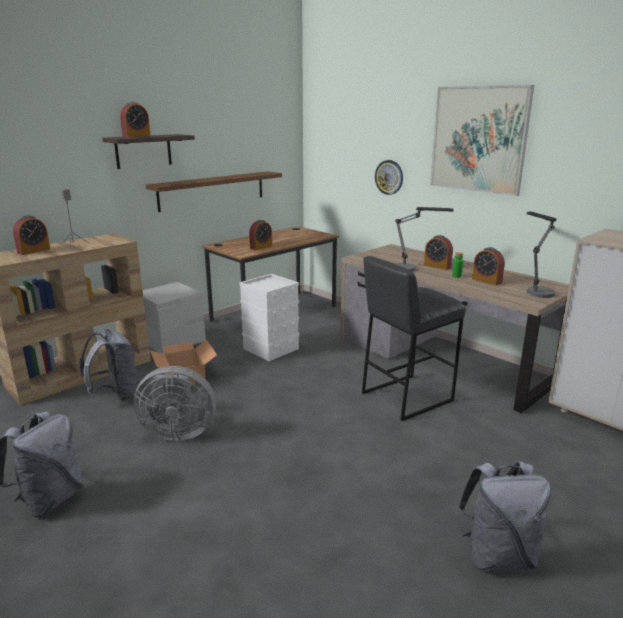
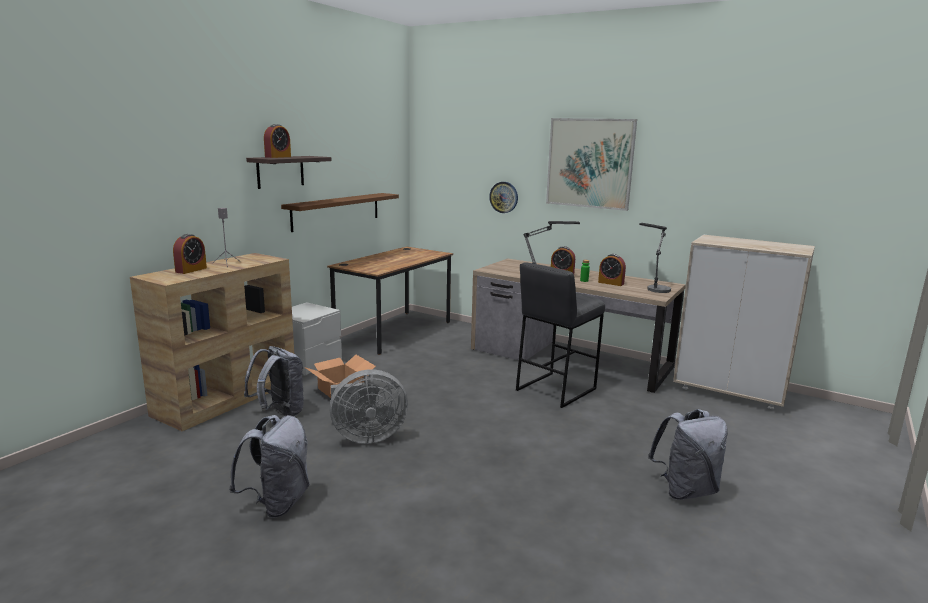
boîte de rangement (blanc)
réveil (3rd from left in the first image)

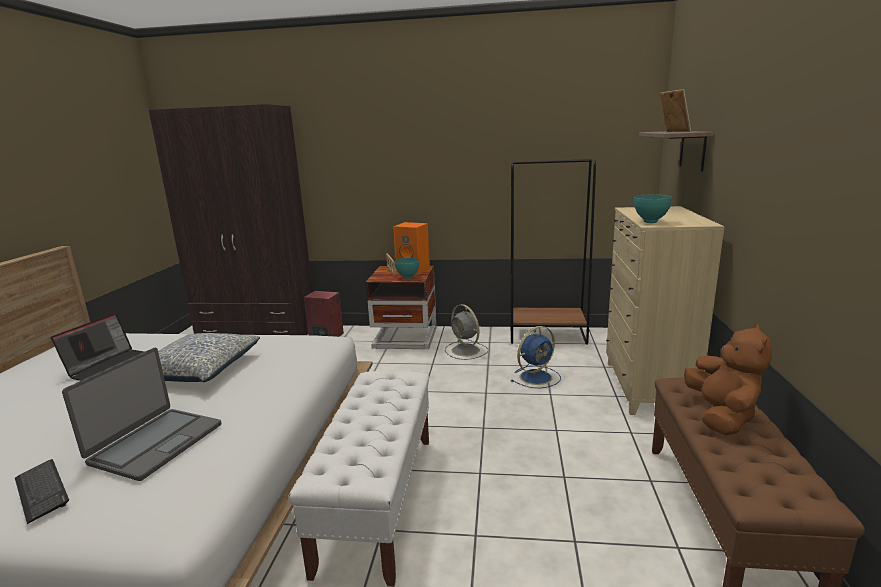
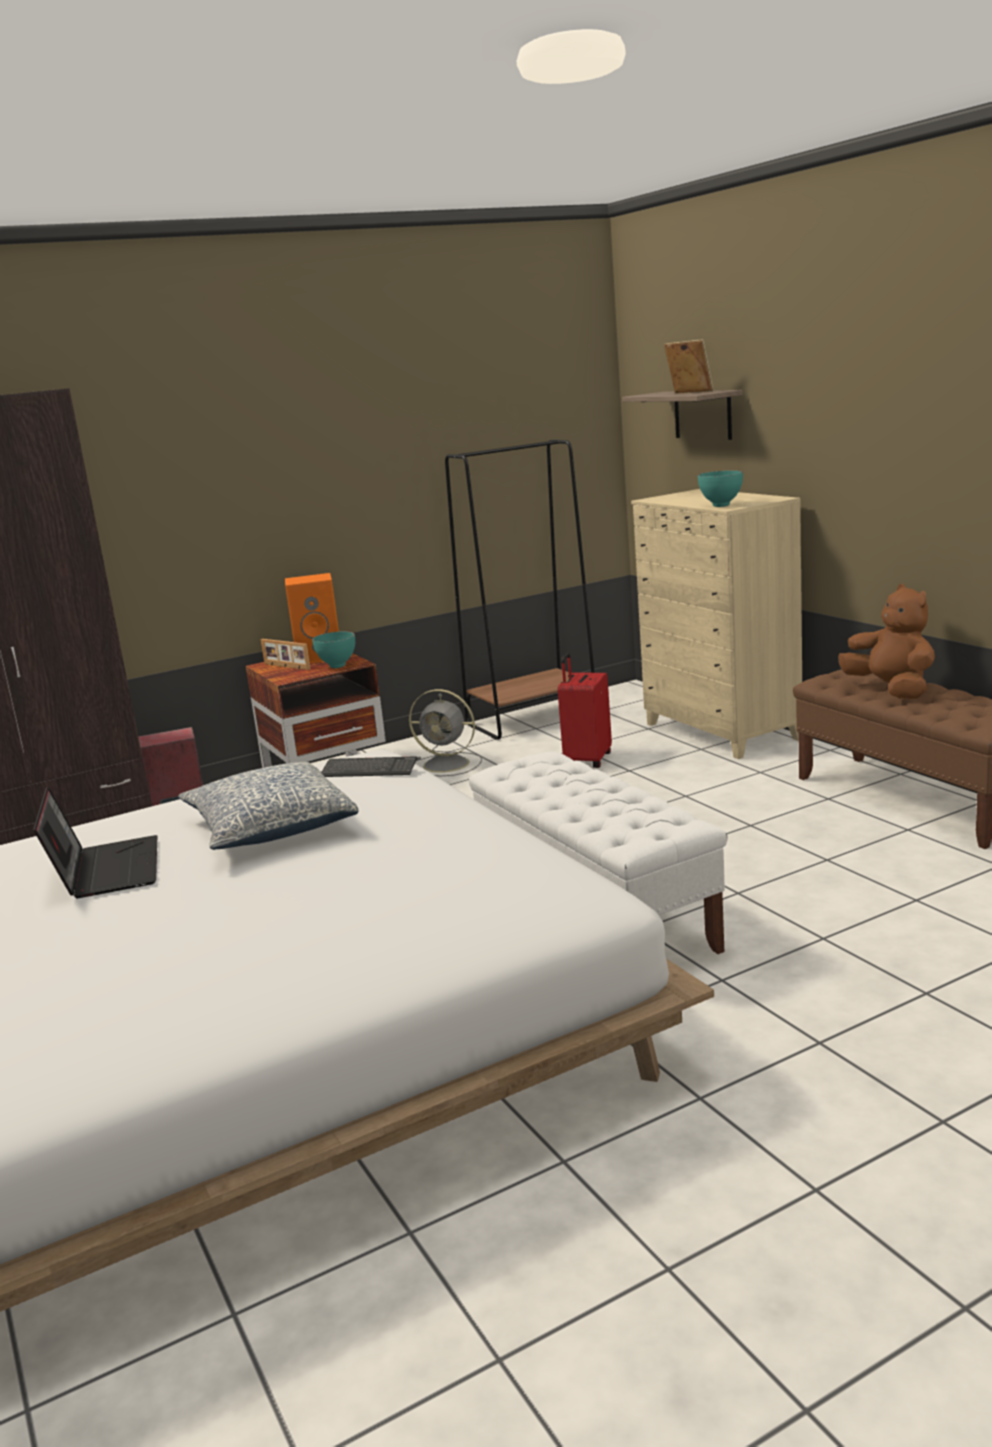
ordinateur portable (2nd from left in the first image)
clavier
valise (rouge)

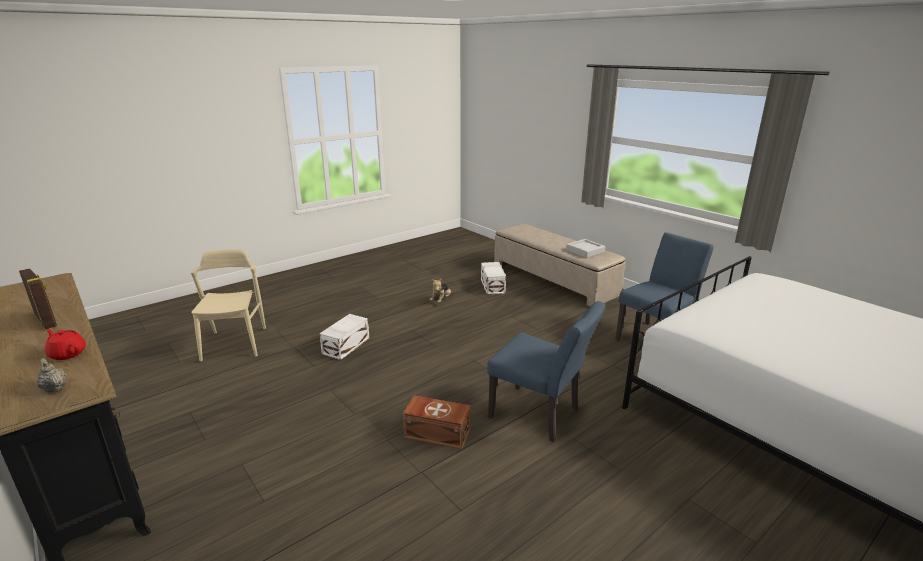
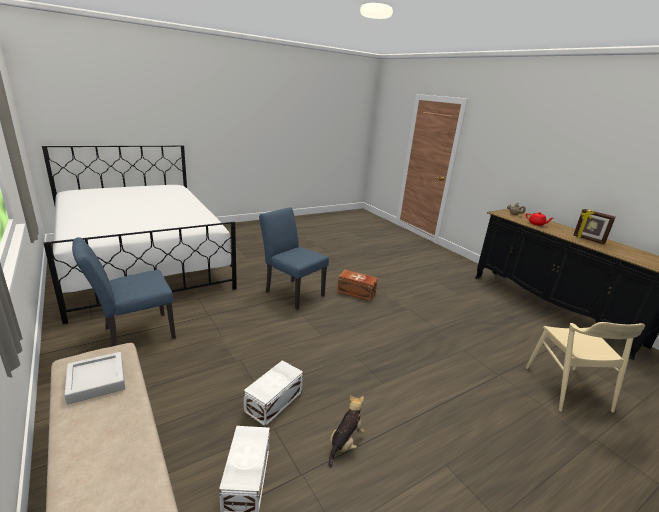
boîte de rangement (blanc) (2nd from left)

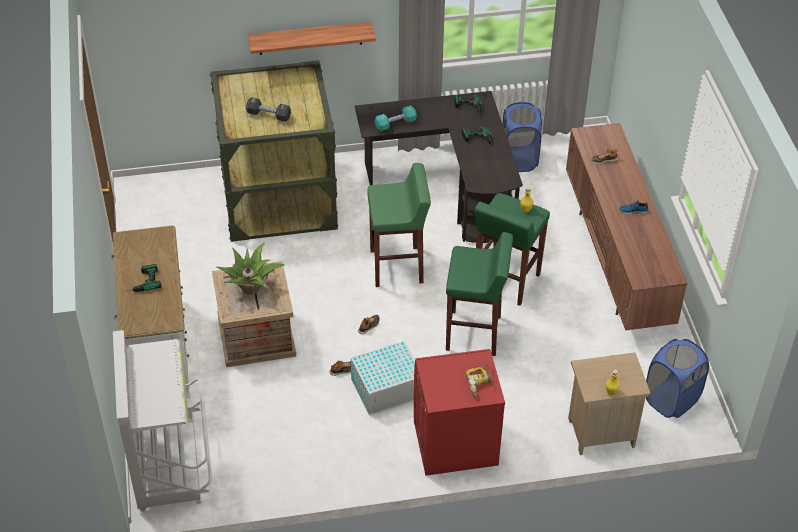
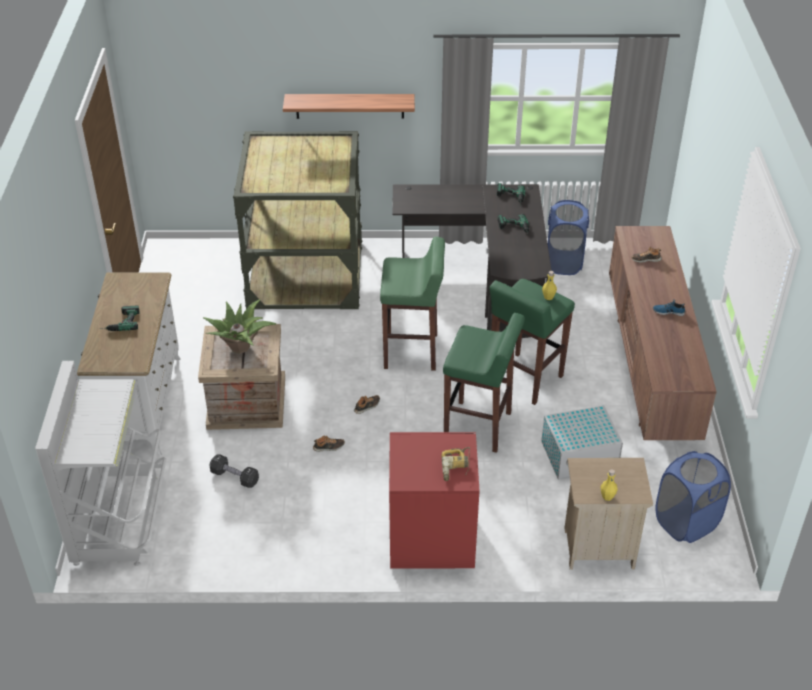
haltère (turquoise)
haltère (noir)
boîte de rangement (blanc)

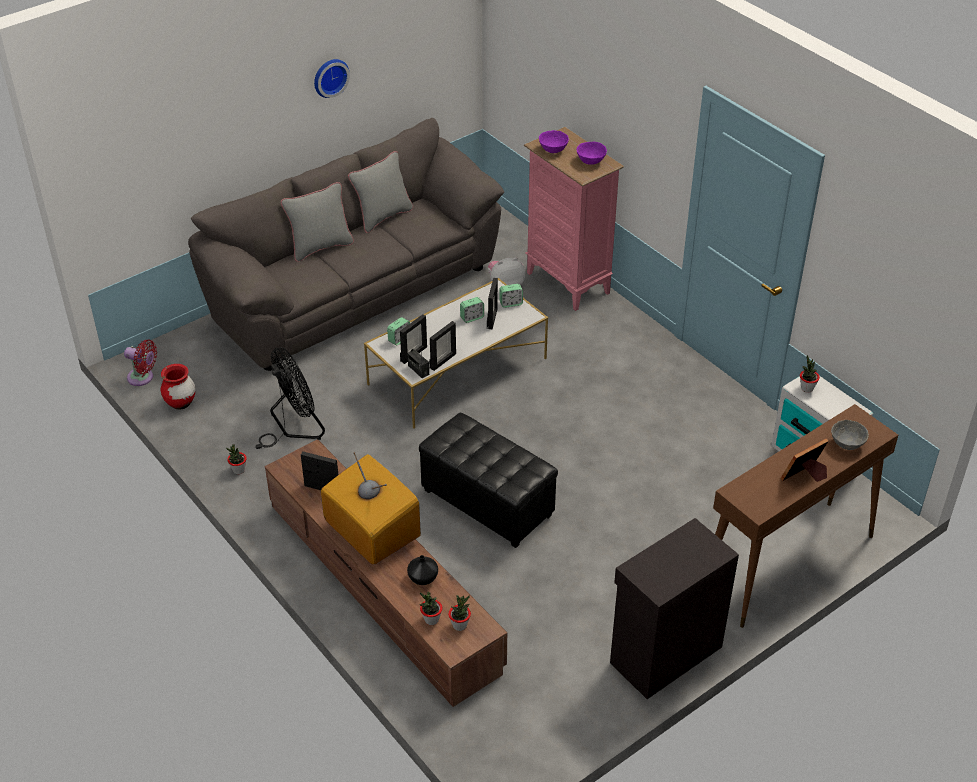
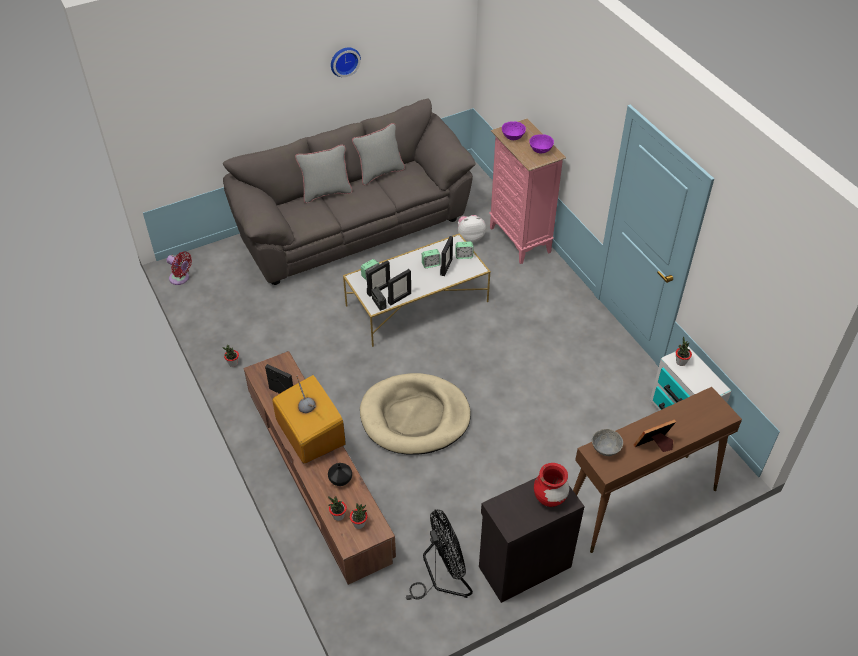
vase (rouge)
ventilateur (noir)
bol (gris)
panier pour chien (beige)

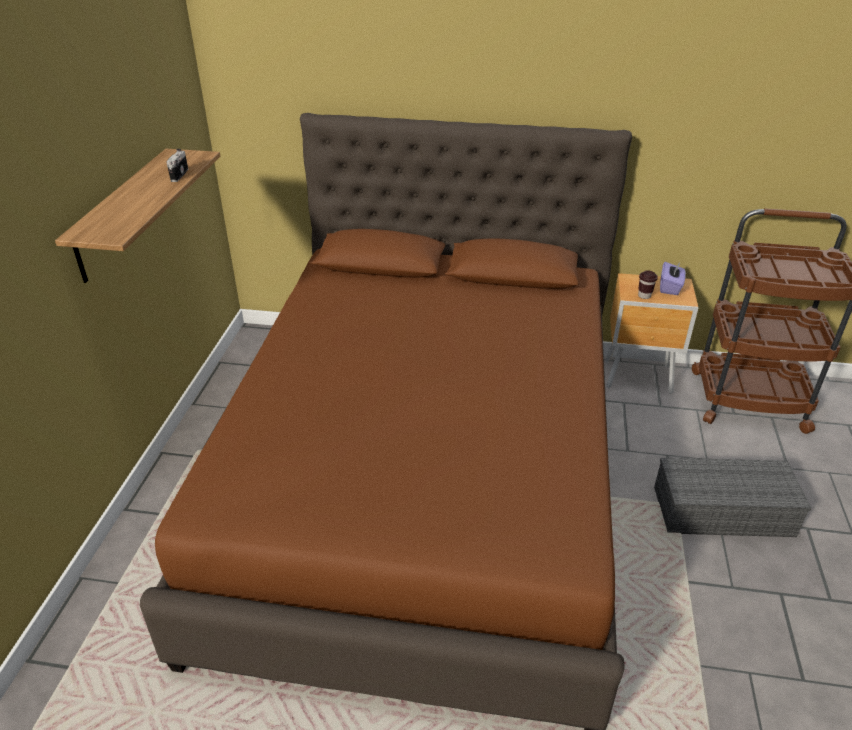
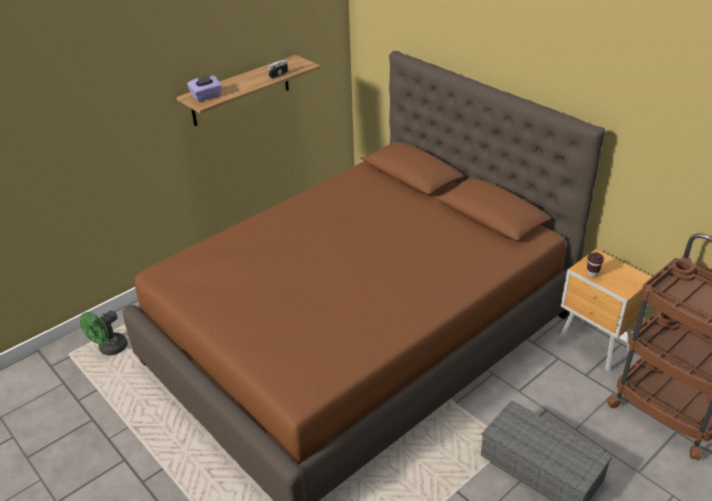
ventilateur (vert)
boîte à mouchoirs (violet)

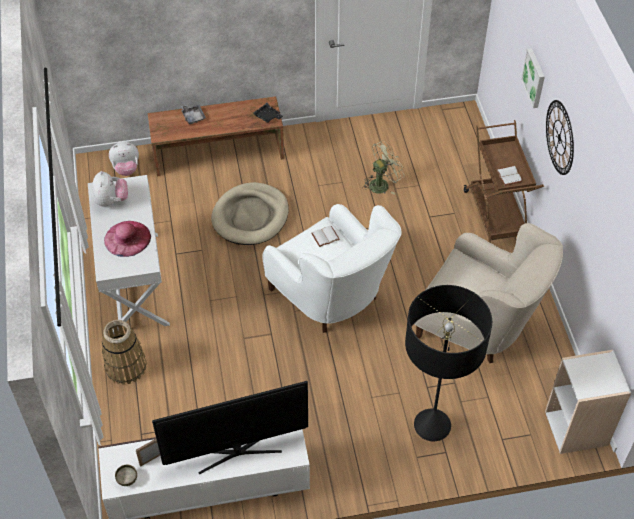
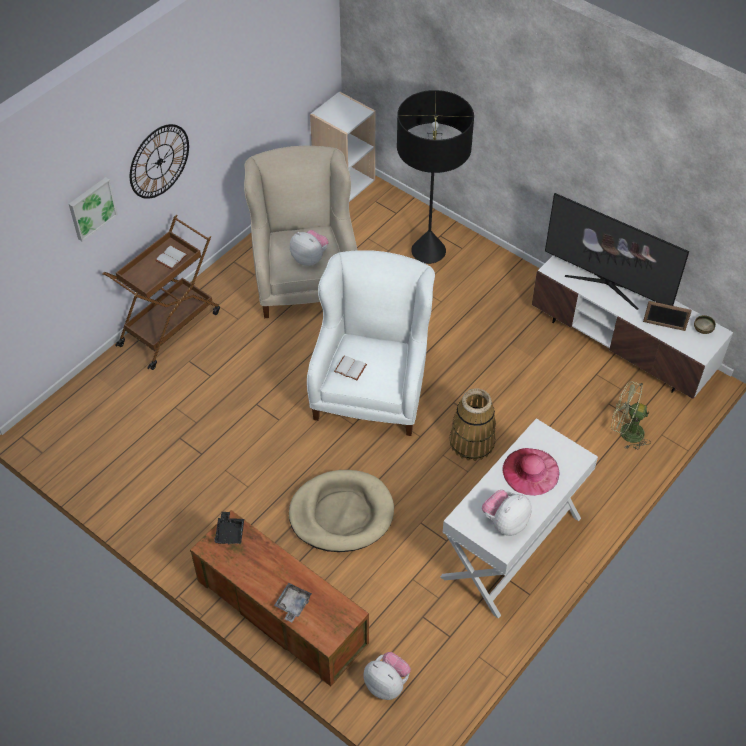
peluche (1st from left)
panier
ventilateur (vert)

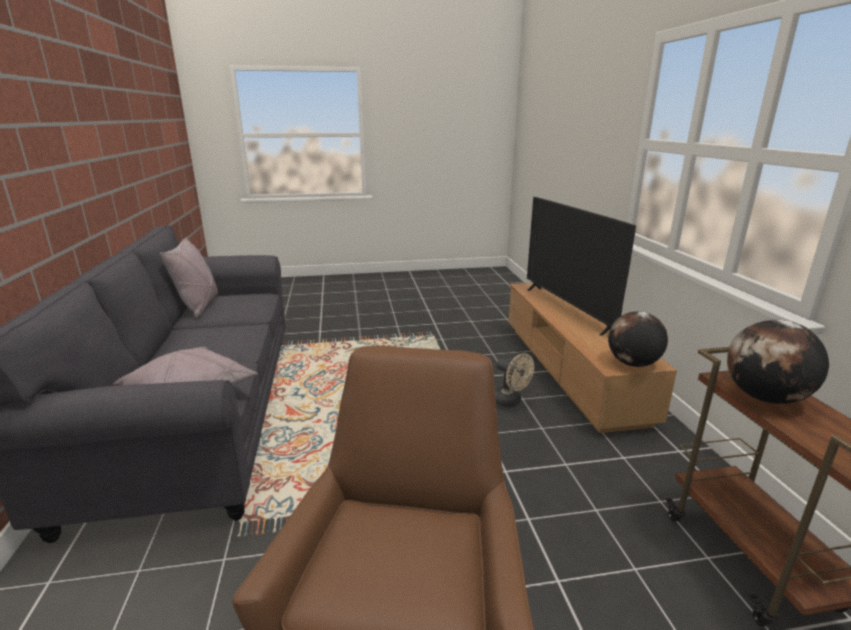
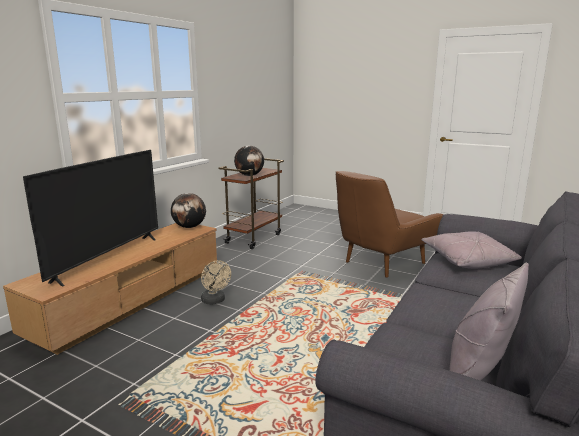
ventilateur (beige)

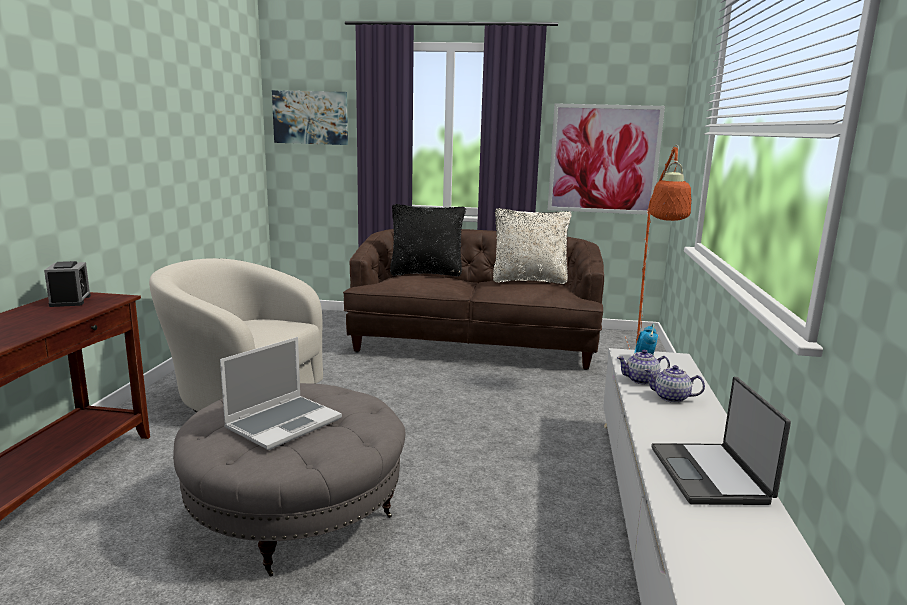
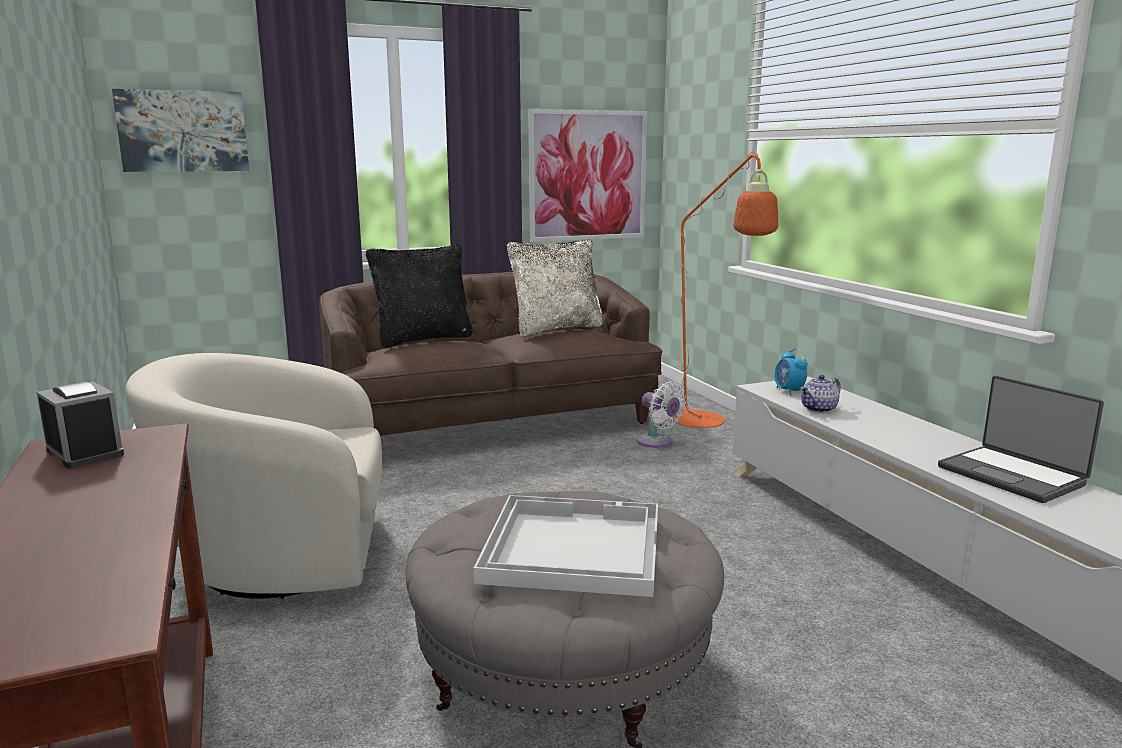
théière (2nd from left in the first image)
ventilateur (blanc)
plateau (blanc)

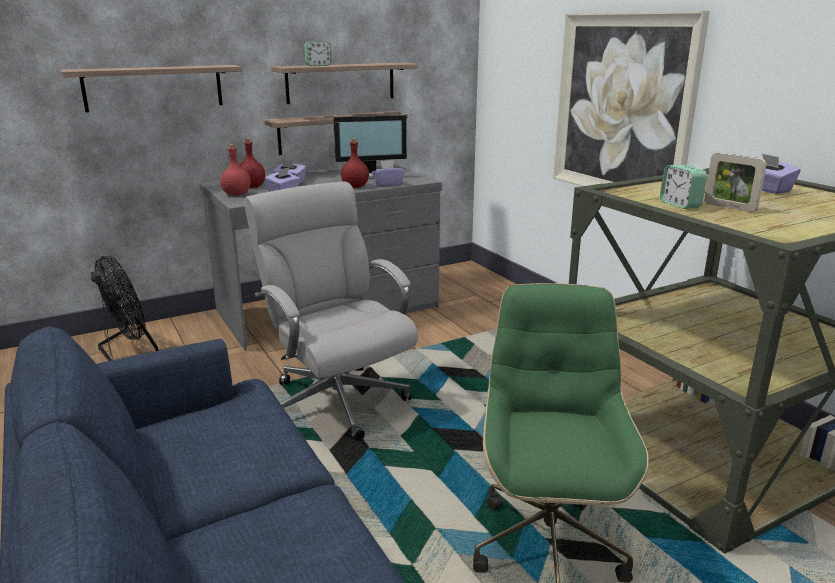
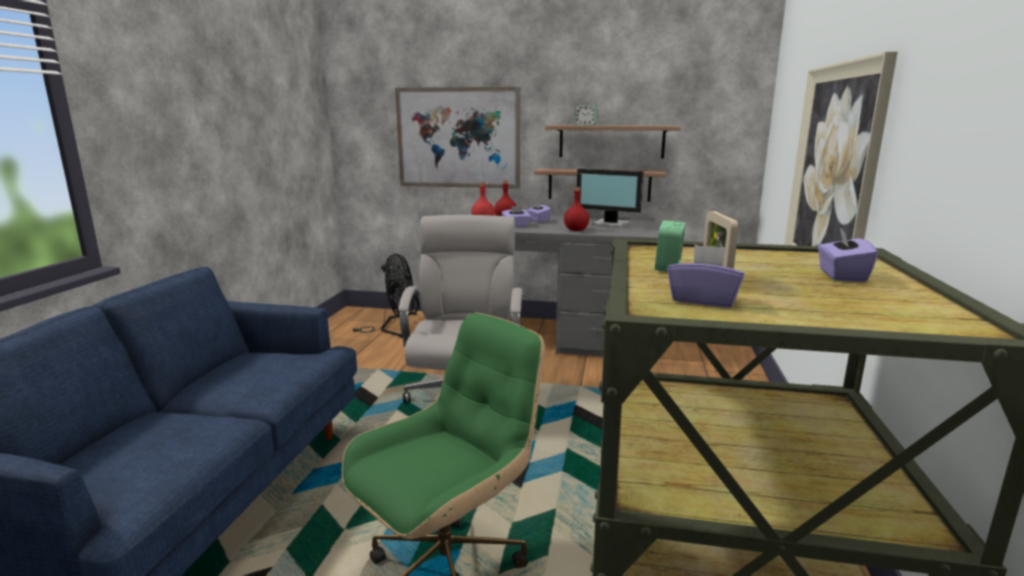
boîte à mouchoirs (violet) (3rd from left)
tableau (1st from left)

